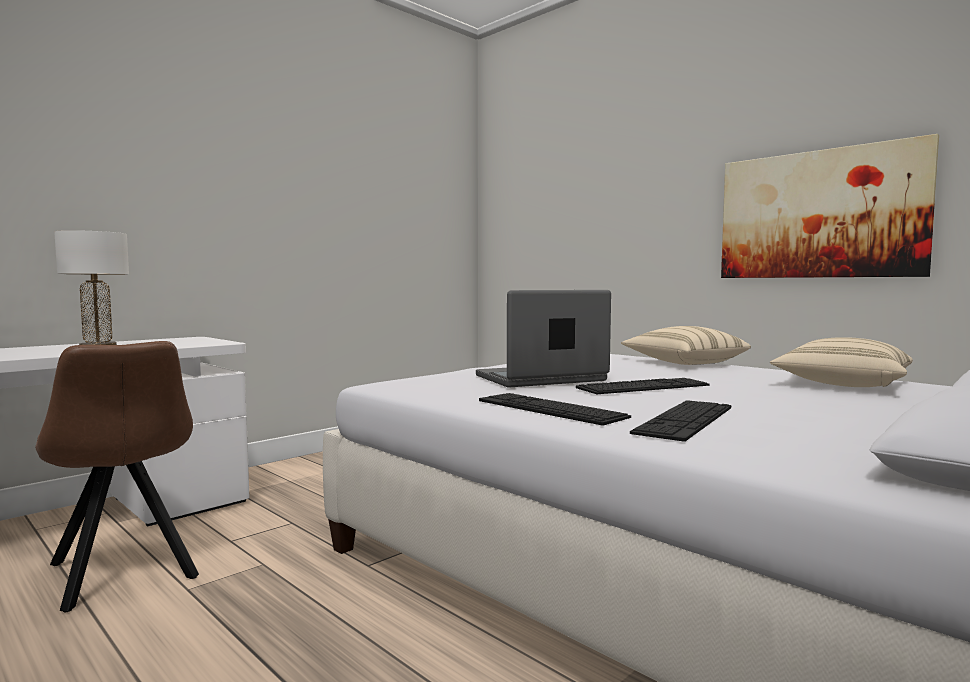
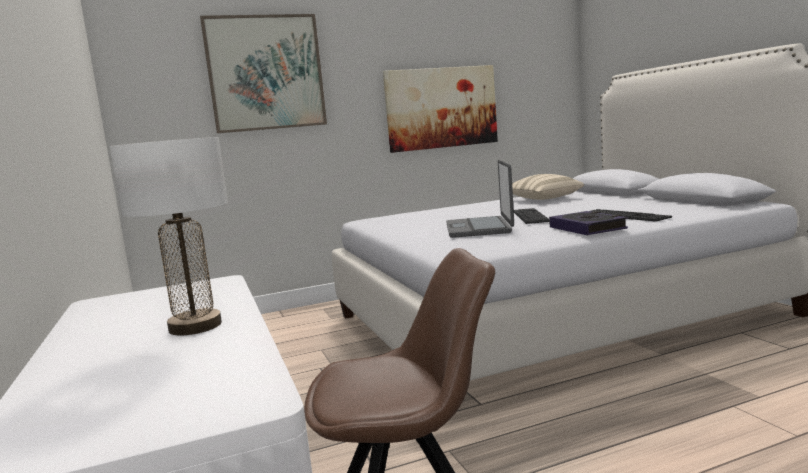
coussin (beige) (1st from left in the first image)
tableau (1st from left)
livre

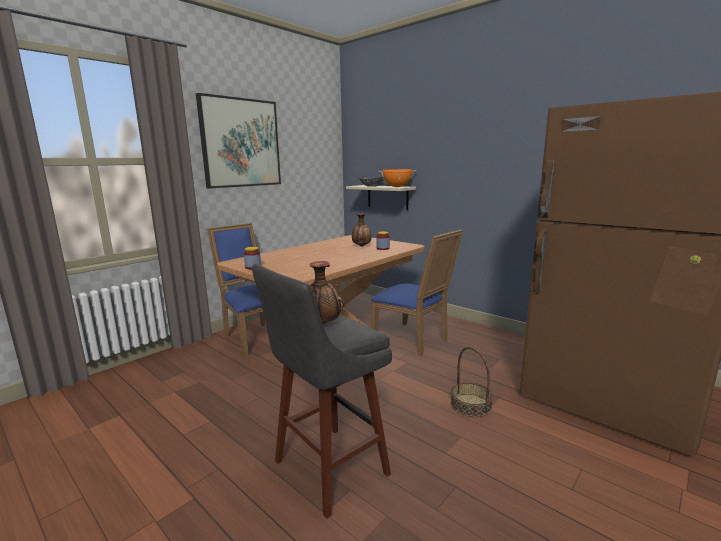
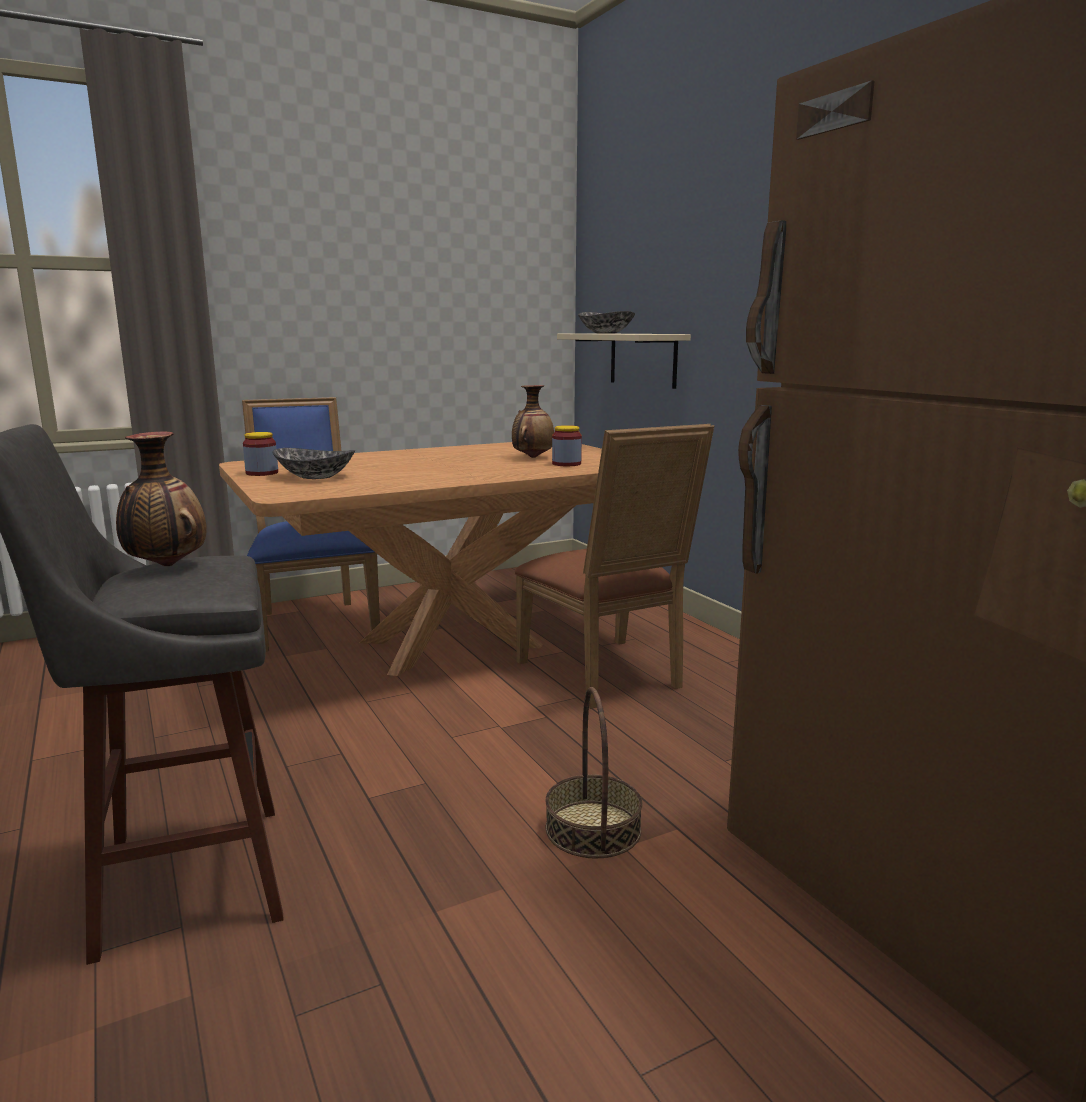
tableau
marmite (orange)
bol (1st from left)
chaise (marron)

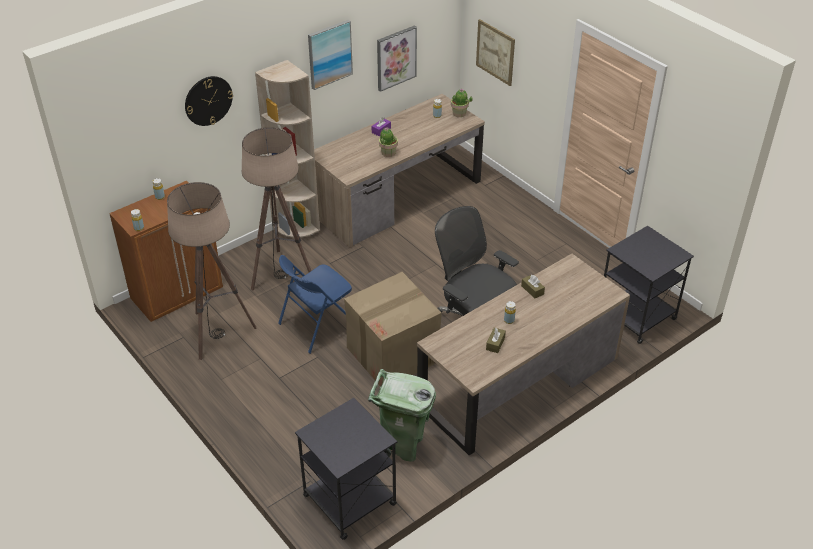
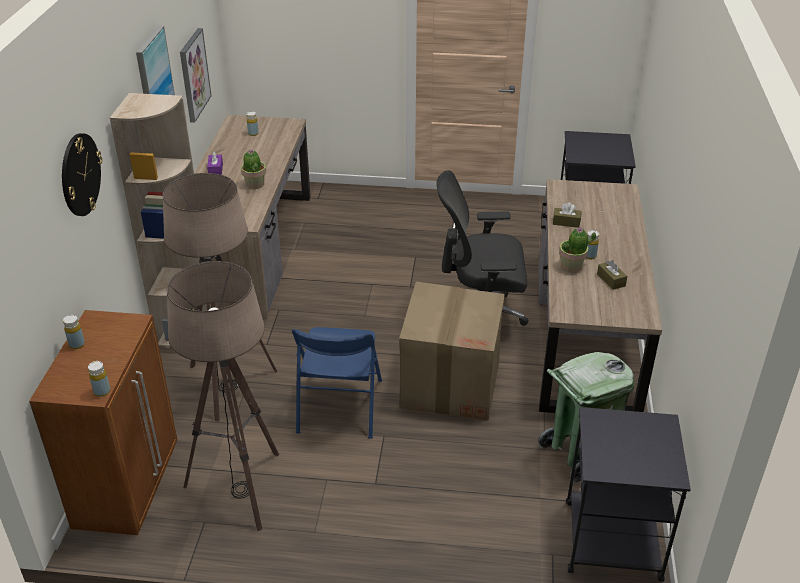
tableau (3rd from left in the first image)
plante en pot (2nd from left)

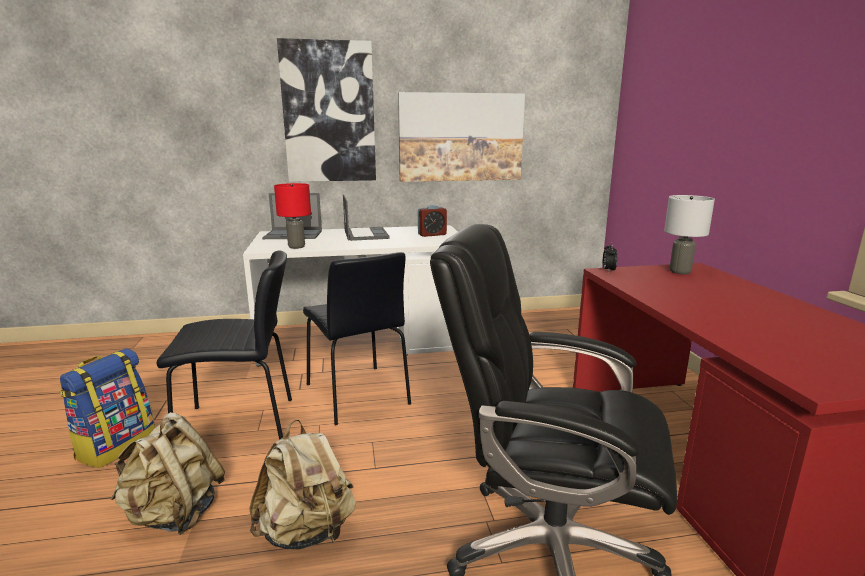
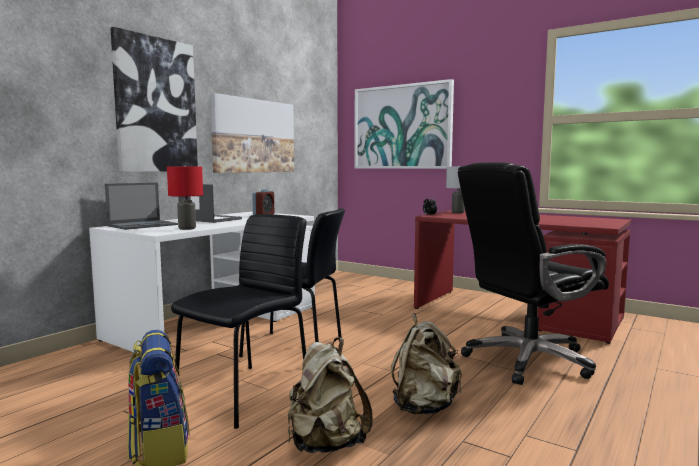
tableau (3rd from left)

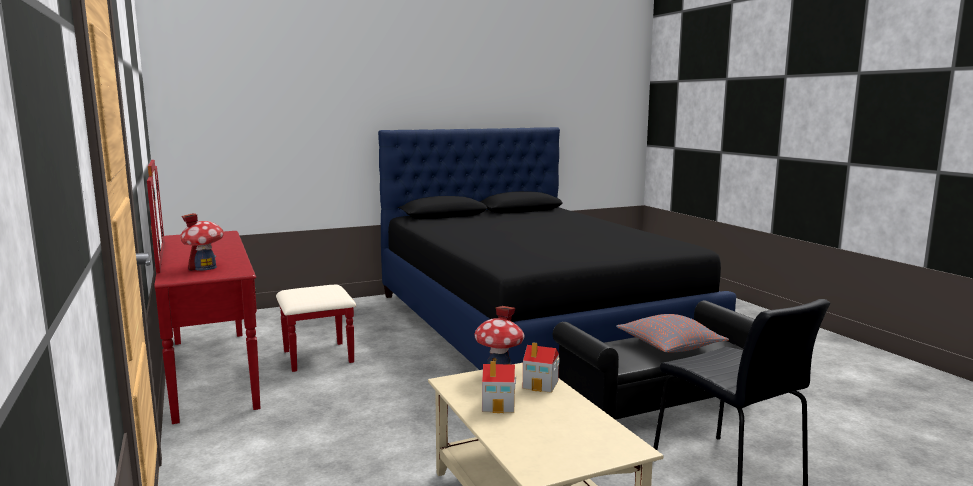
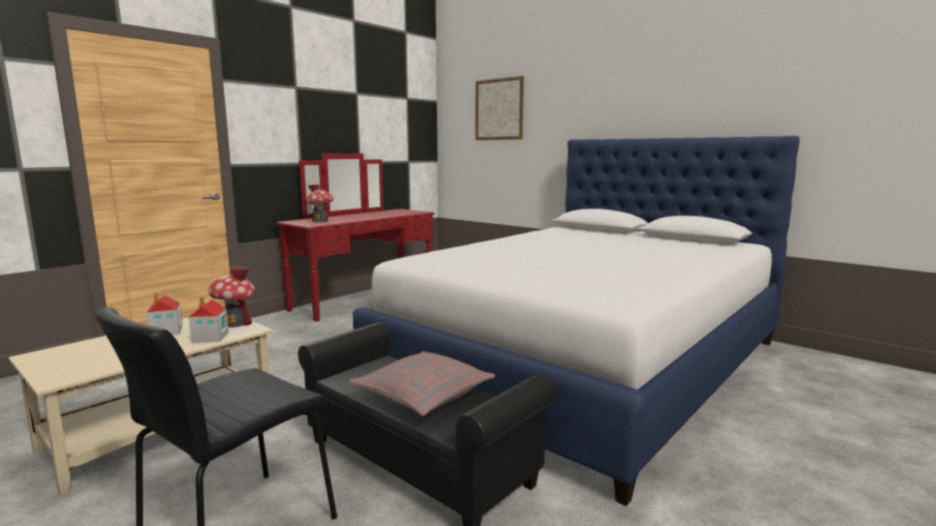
tableau
lit (blanc)

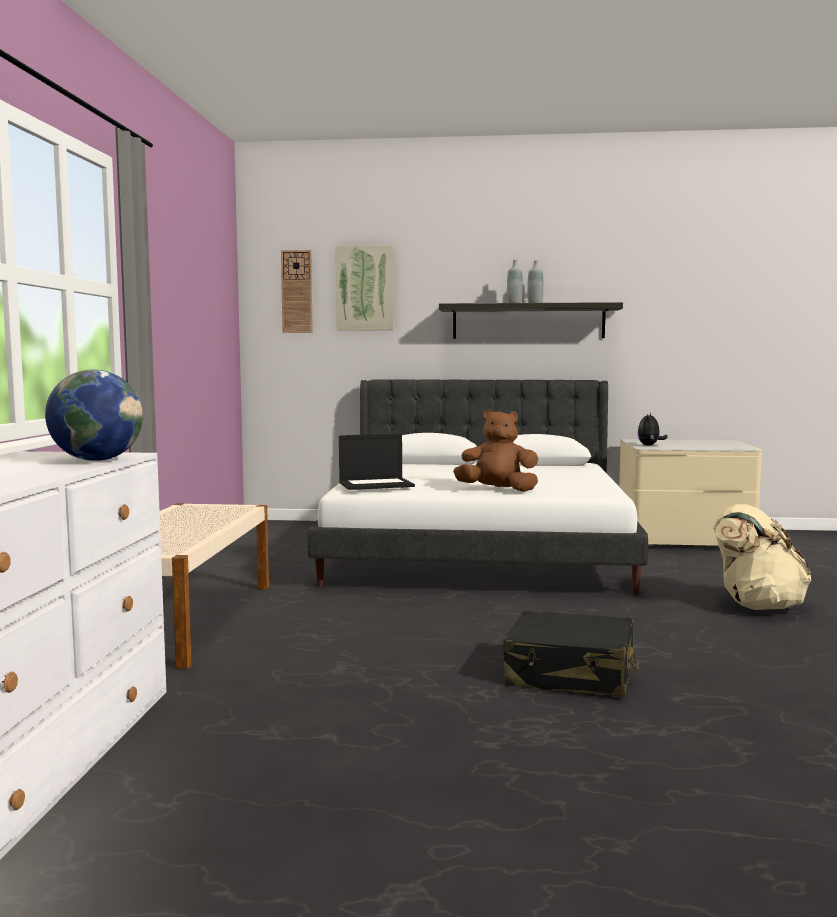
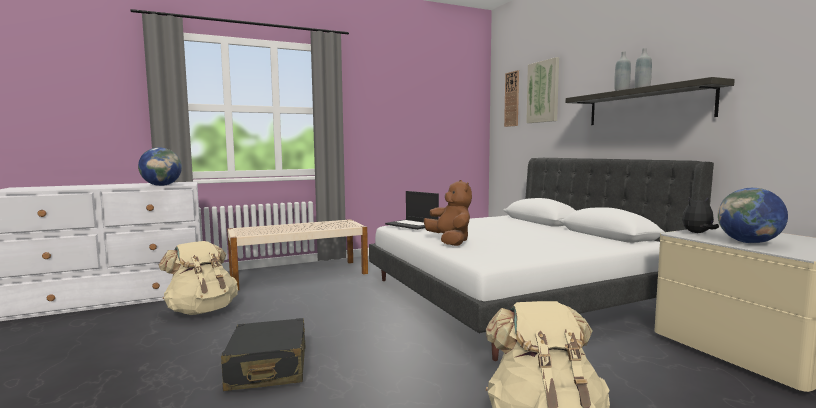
sac à dos (beige) (1st from left)
globe (2nd from left)

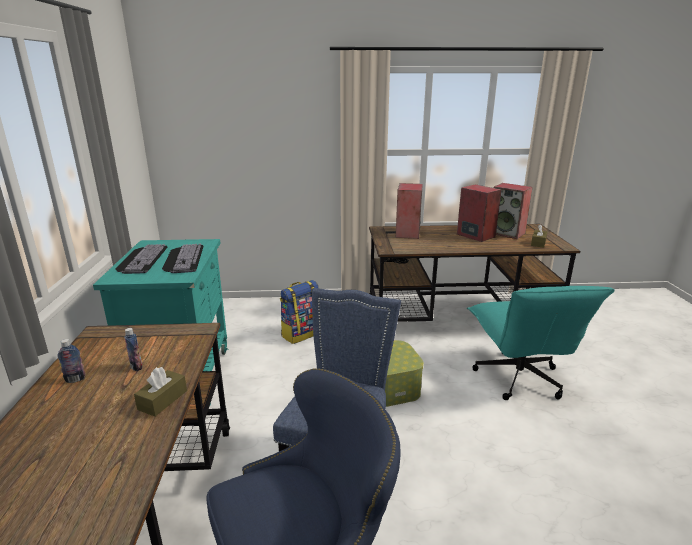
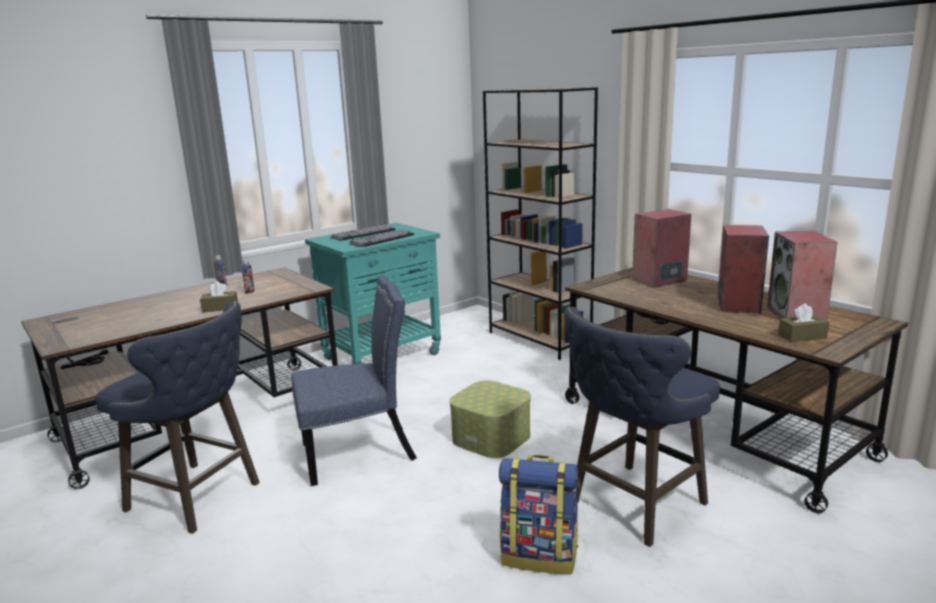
bibliothèque (beige)
sac à dos
tabouret (bleu) (2nd from left)

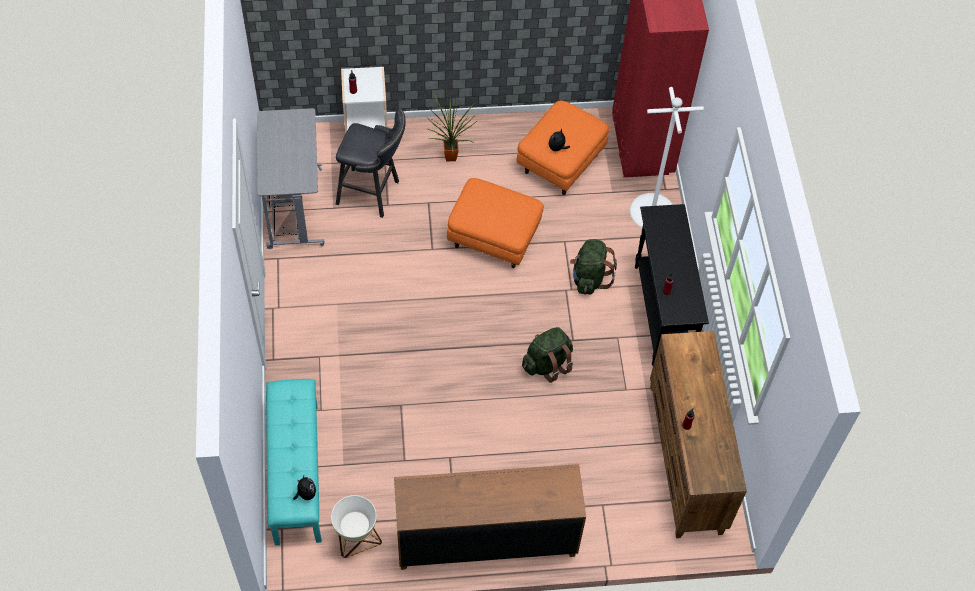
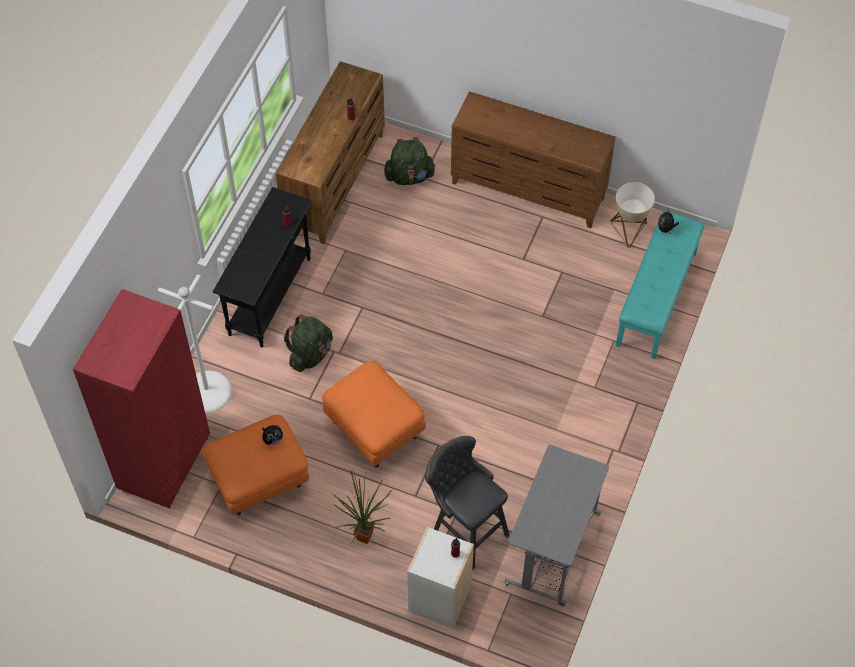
sac à dos (vert) (2nd from left)

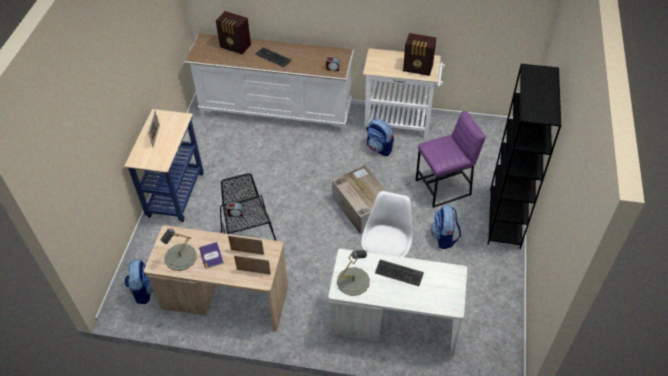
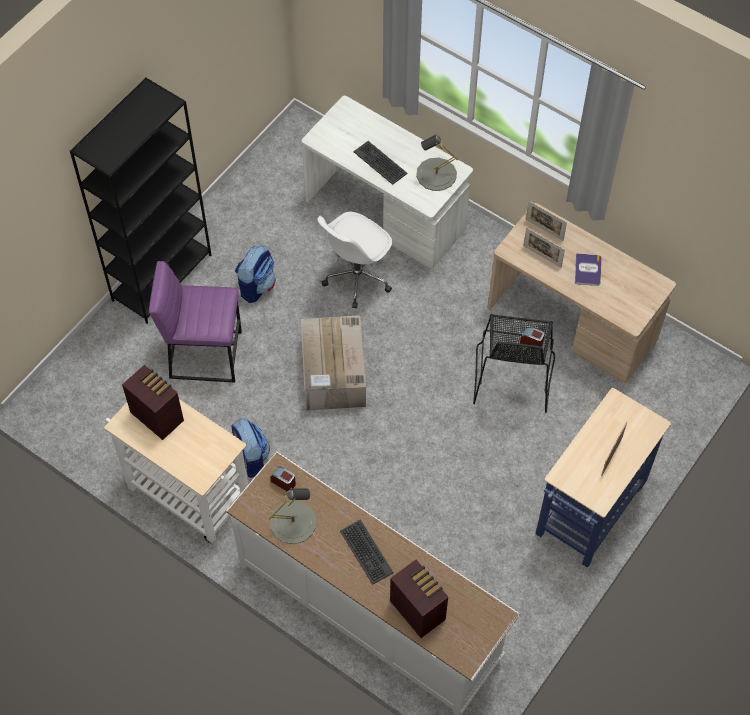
sac à dos (1st from left in the first image)
lampe de table (gris) (1st from left)

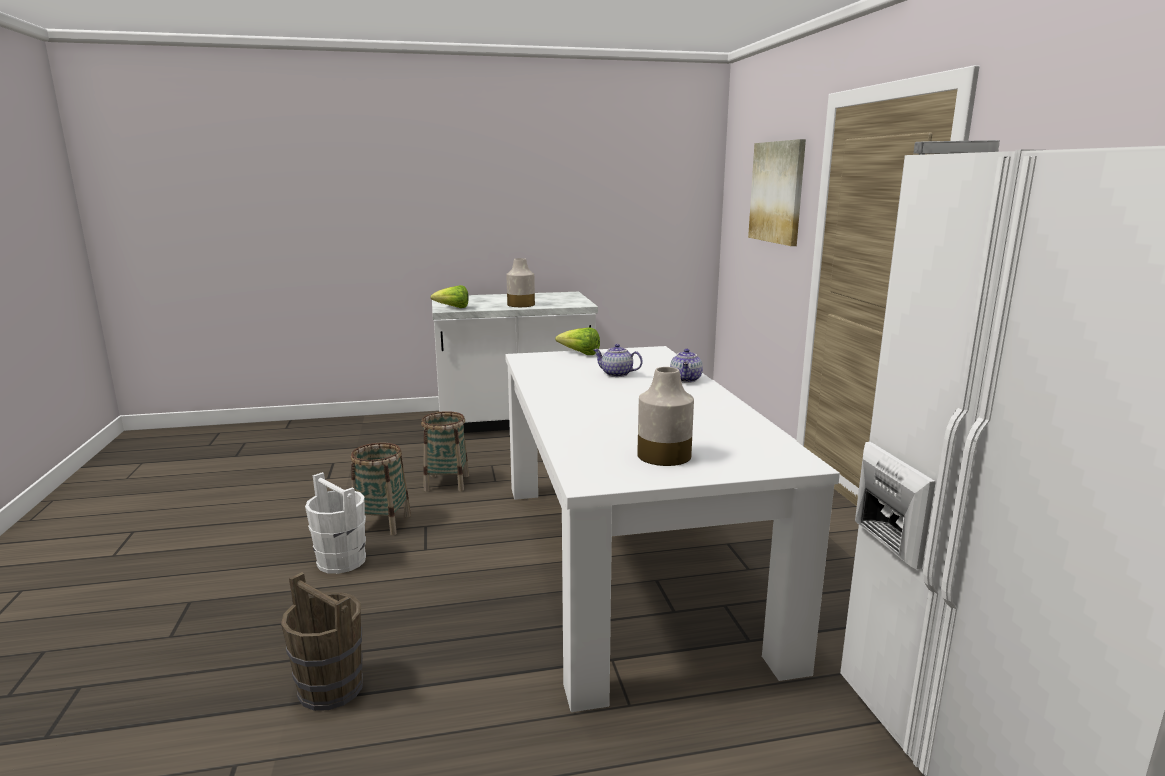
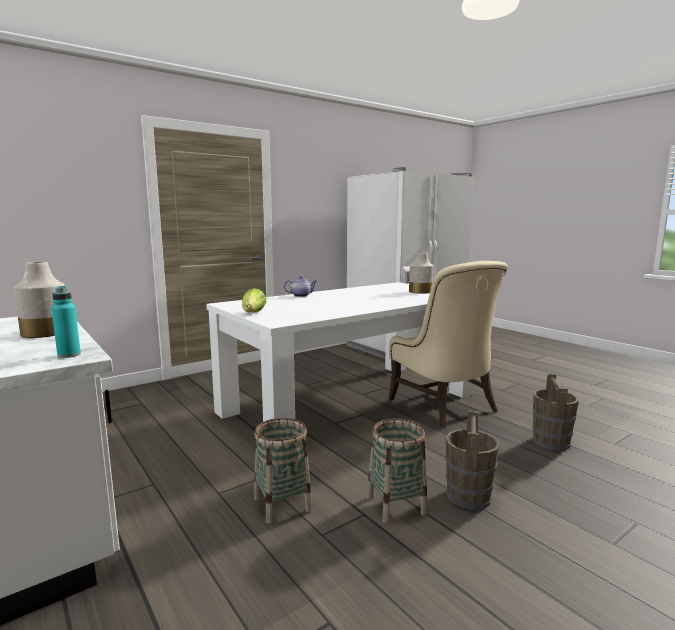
théière (1st from left in the first image)
tableau
chaise (beige)
bouteille (turquoise)
seau (marron) (1st from left)

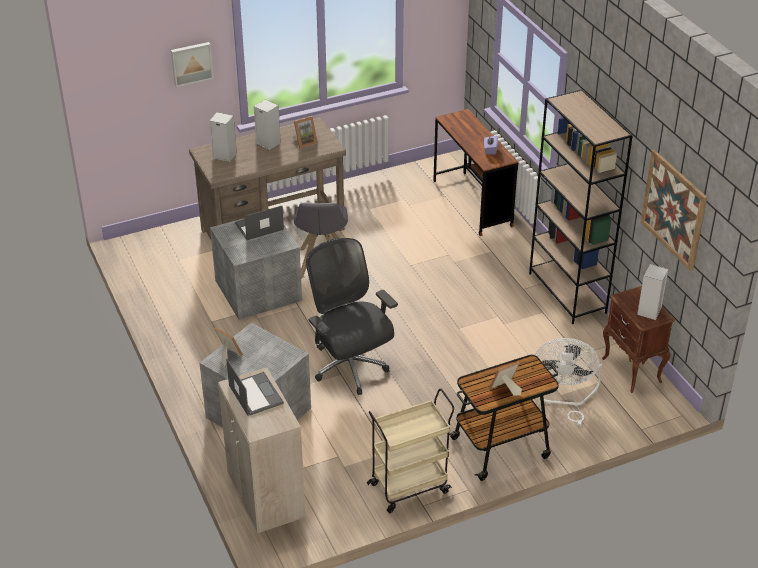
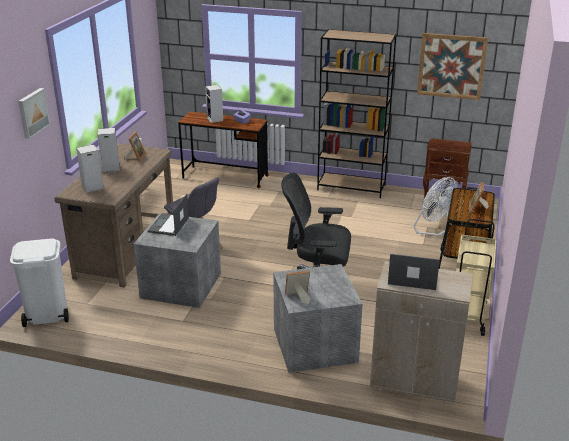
poubelle (blanc)
enceinte (3rd from left)

